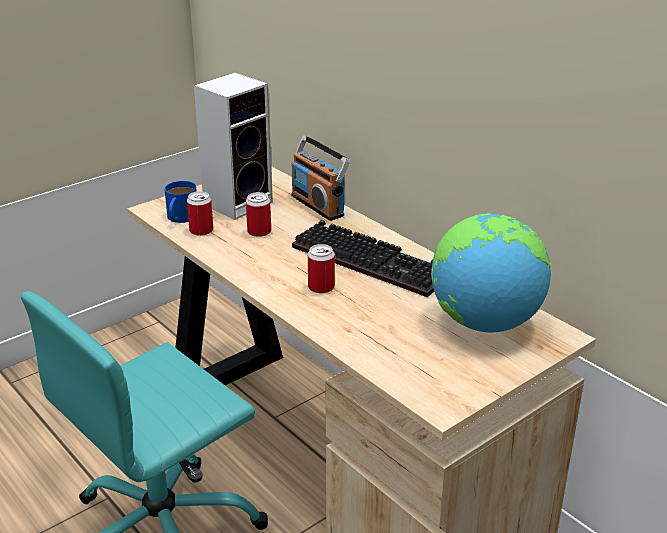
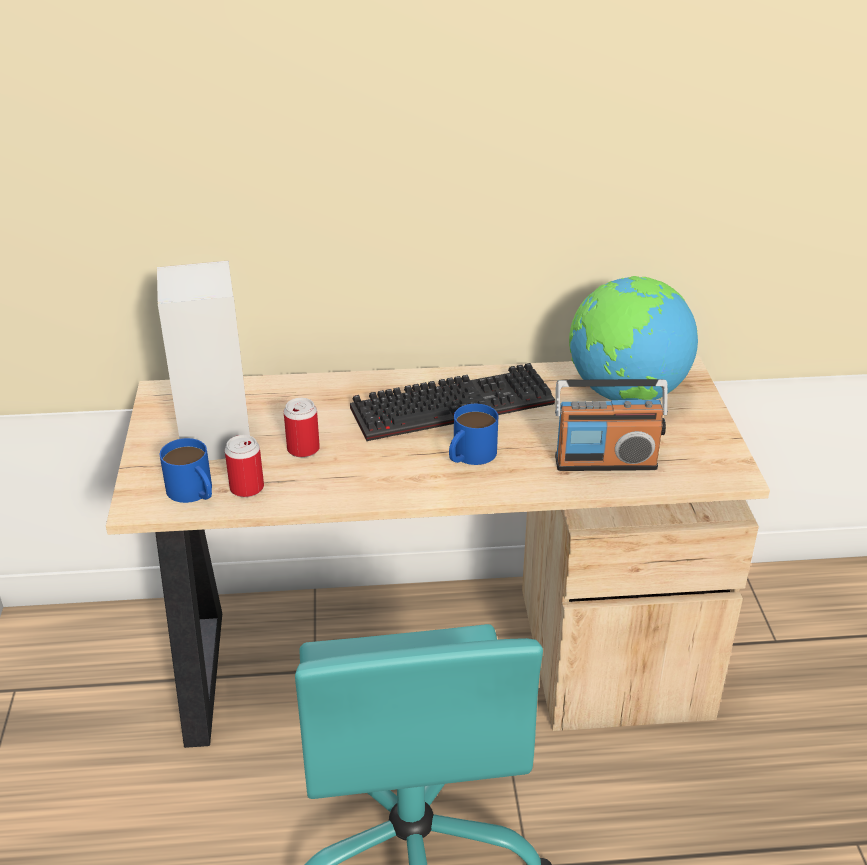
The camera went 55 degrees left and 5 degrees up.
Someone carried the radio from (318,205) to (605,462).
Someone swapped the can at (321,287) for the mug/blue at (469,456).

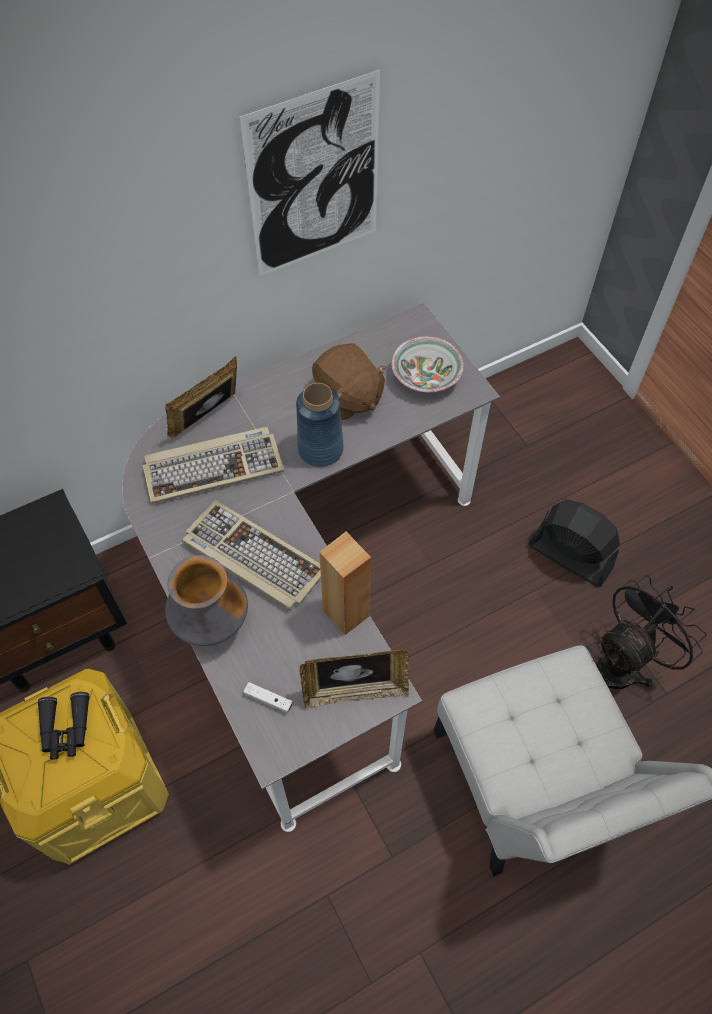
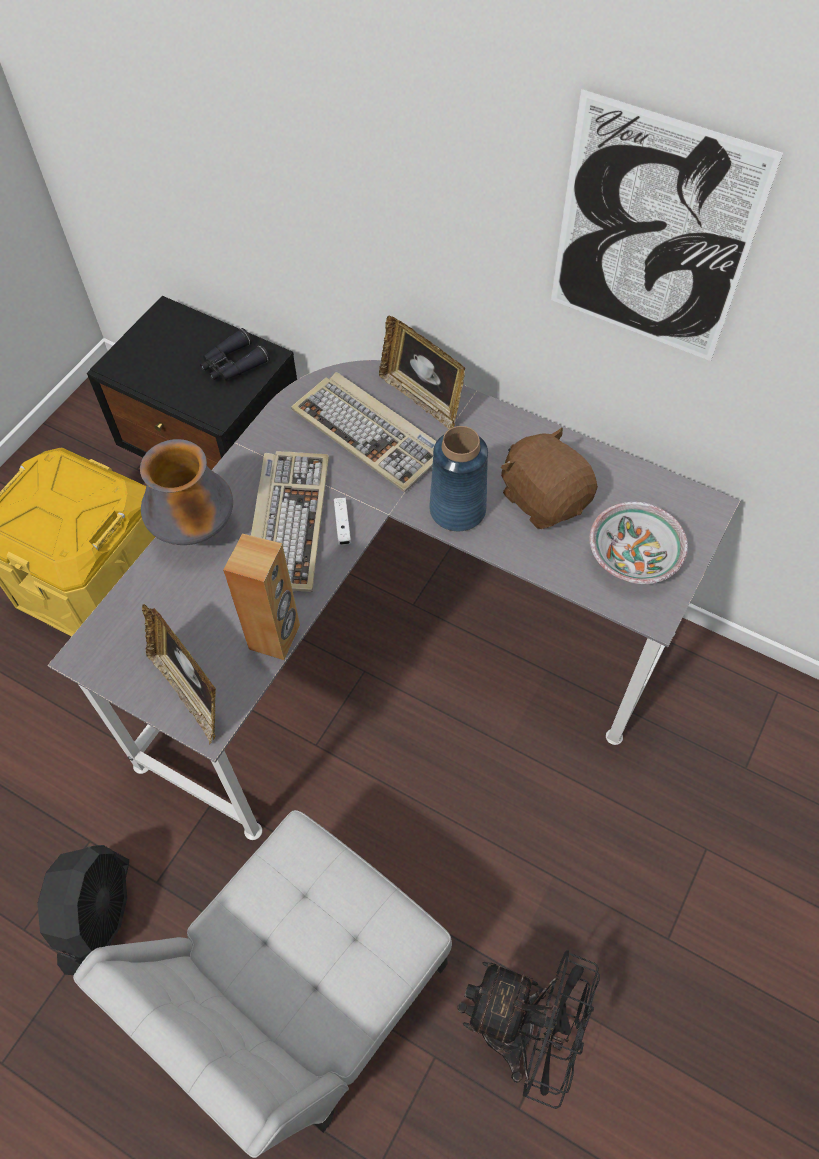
The camera went 60 degrees right and 0 degrees up.
Someone rotated the plush toy/brown at (348,397) by 120 degrees clockwise.
Someone rotated the picture frame at (208,419) by 150 degrees counterclockwise.
Someone carried the fan/black from (570,556) to (99,915).
Someone carried the game controller/white from (268,699) to (342,525).
Someone carried the binoculars/black from (66,729) to (232,365).

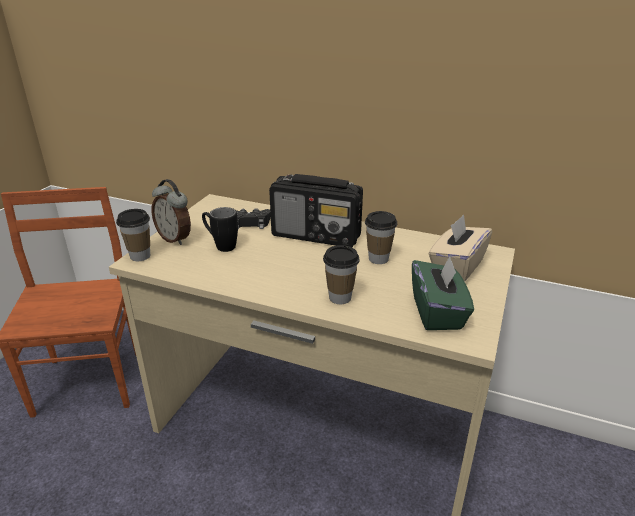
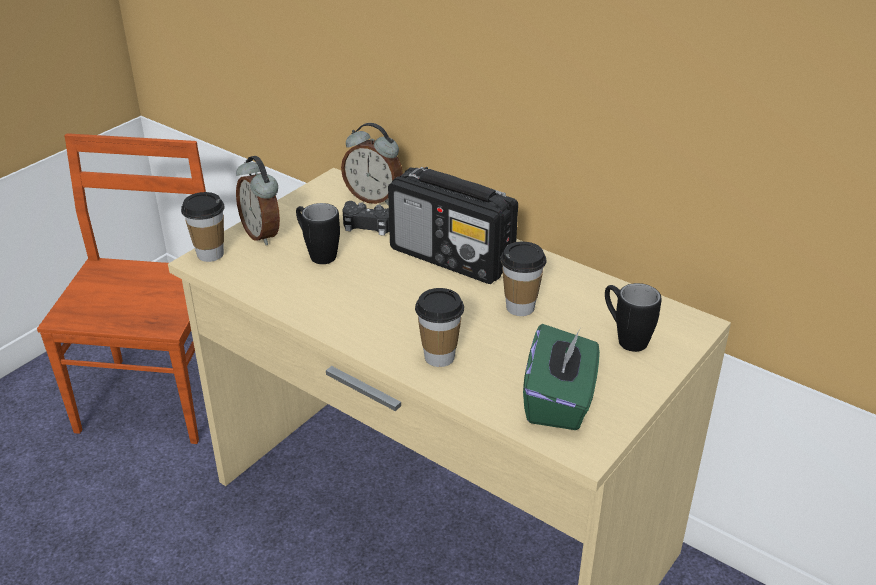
The camera went 15 degrees right and 5 degrees up.
Someone swapped the tissue box/beige at (456,267) for the mug/black at (625,338).
Someone put down the alarm clock at (374,198).

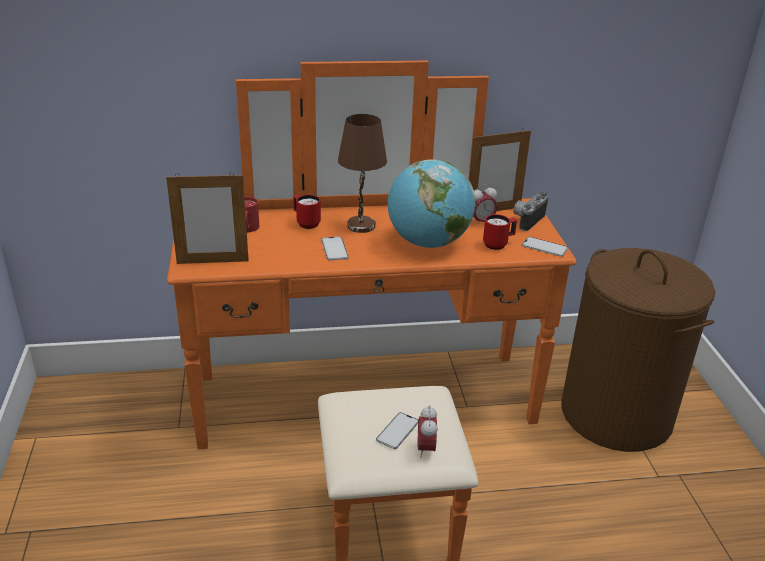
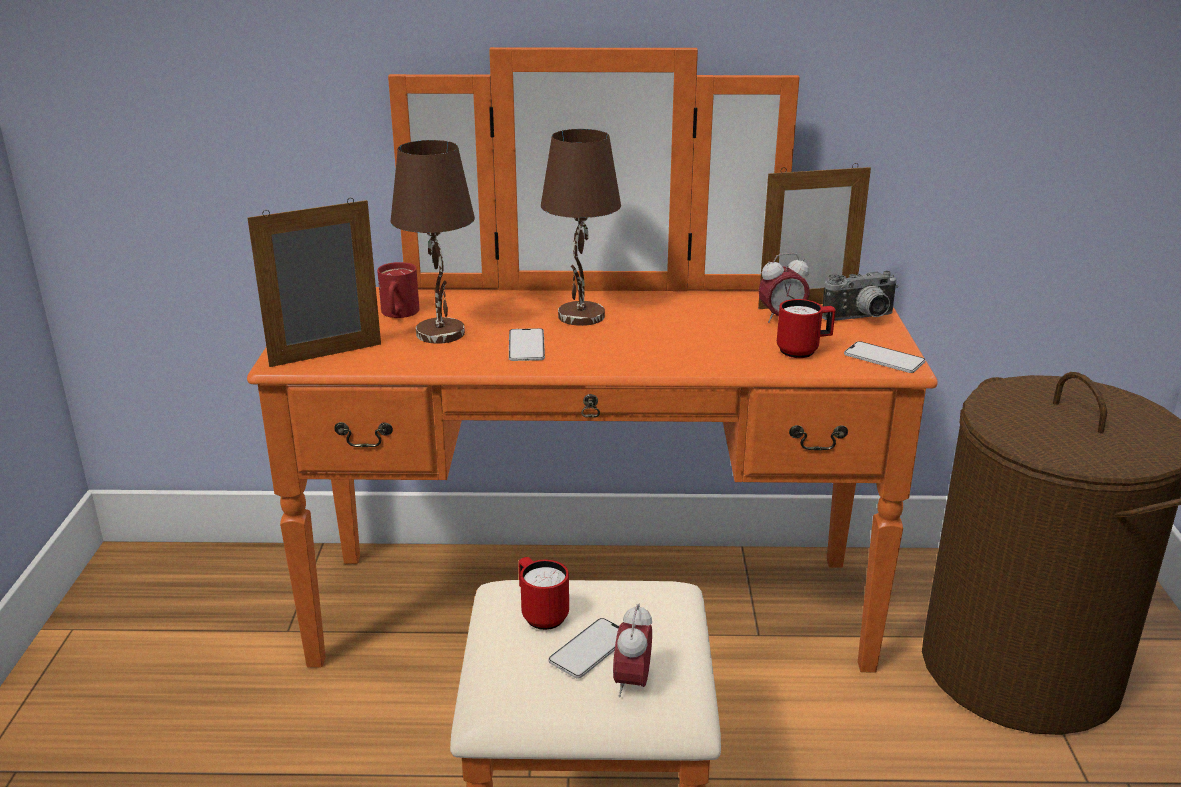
The camera went 10 degrees right and 5 degrees down.
Someone took away the globe at (428,243).
Someone rotated the picture frame at (212,262) by 150 degrees clockwise.
Someone rotated the photo camera at (527,220) by 150 degrees counterclockwise.
Someone carried the mug/red from (306,223) to (540,614).
Someone put down the table lamp/brown at (441,334).

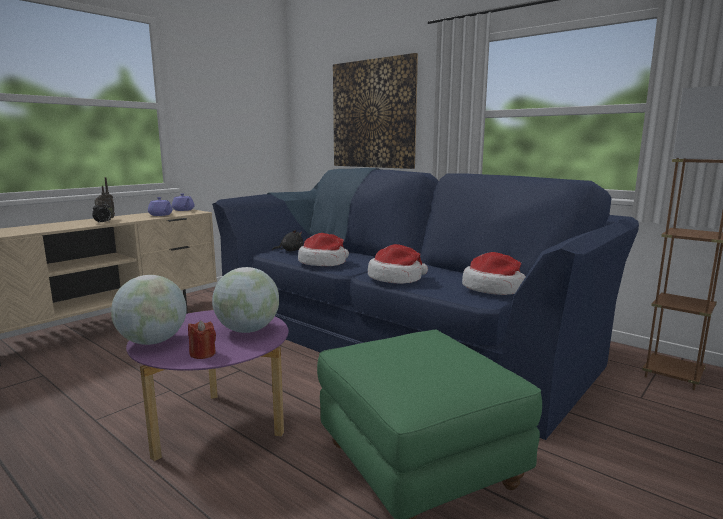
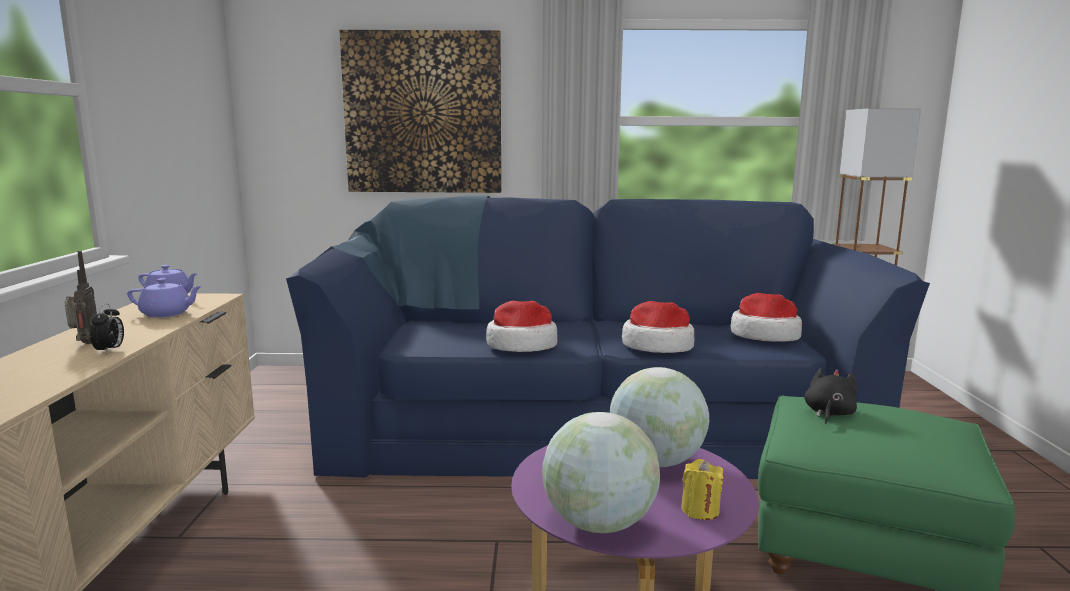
The camera went 40 degrees left and 0 degrees up.
Someone carried the plush toy/black from (290,251) to (828,413).
Someone repainted the candle/red at (203,354), which became the candle/yellow at (700,510).

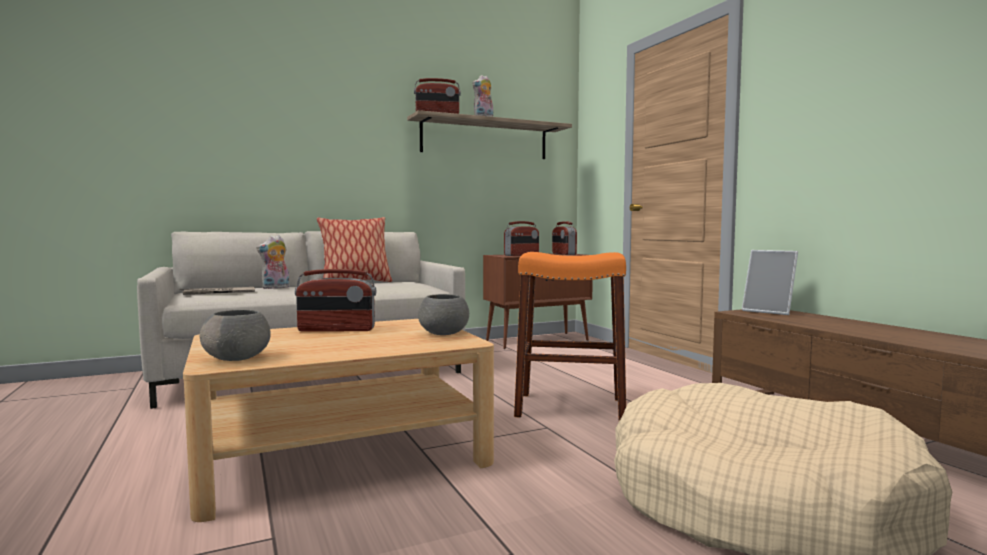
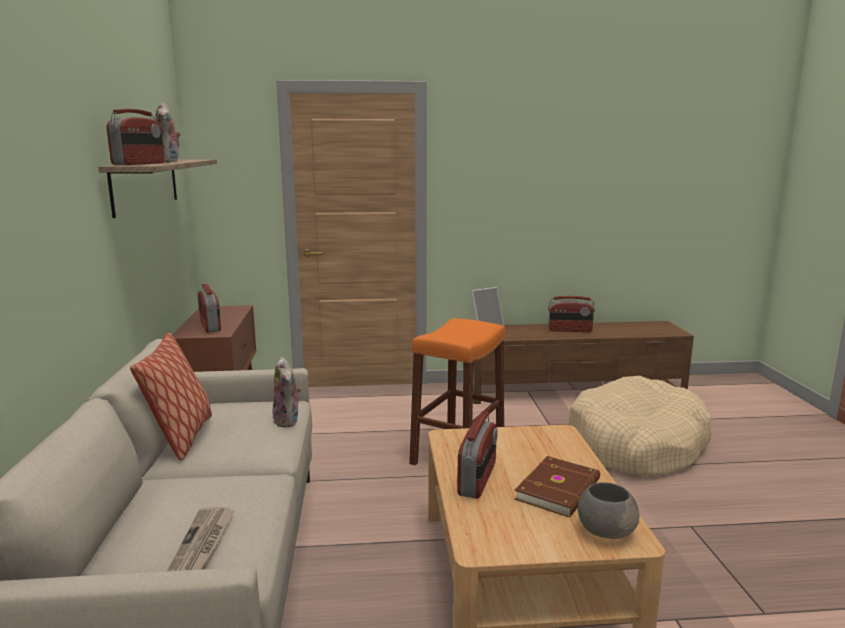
The camera went 70 degrees left and 10 degrees up.
Someone carried the radio from (563,254) to (570,330).
Someone carried the plush toy from (275,288) to (288,421).
Someone took away the bowl/grey at (444,333).
Someone put down the book/brown at (560,490).

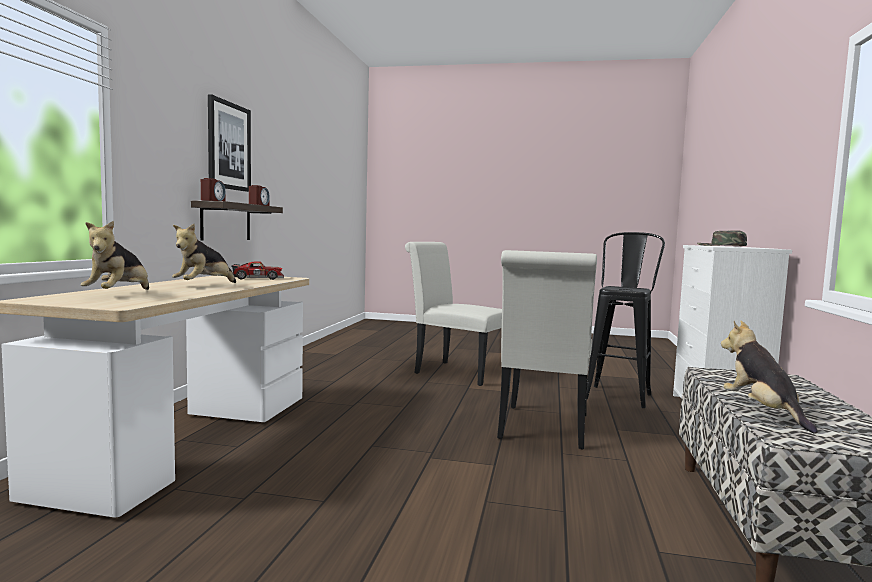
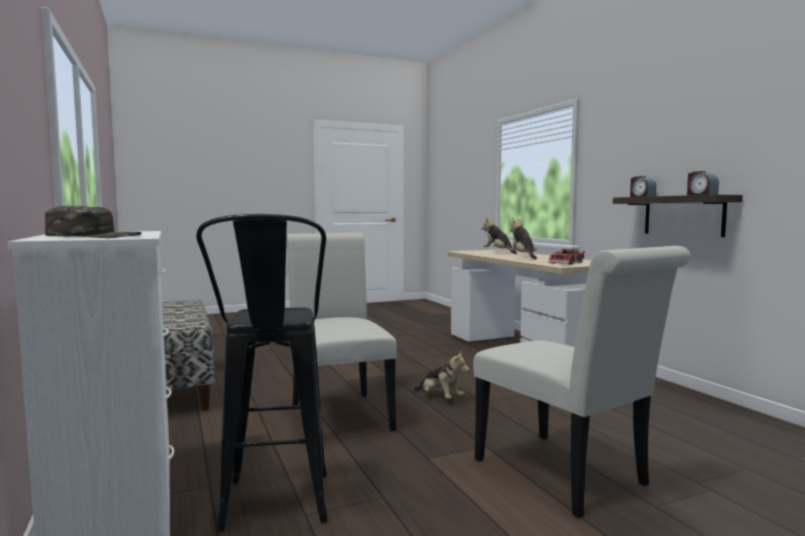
The camera went 145 degrees right and 0 degrees up.
Someone took away the picture at (228,146).
Someone rotated the chair/white at (455,372) by 60 degrees clockwise.
Someone carried the plush toy from (762,412) to (440,398).

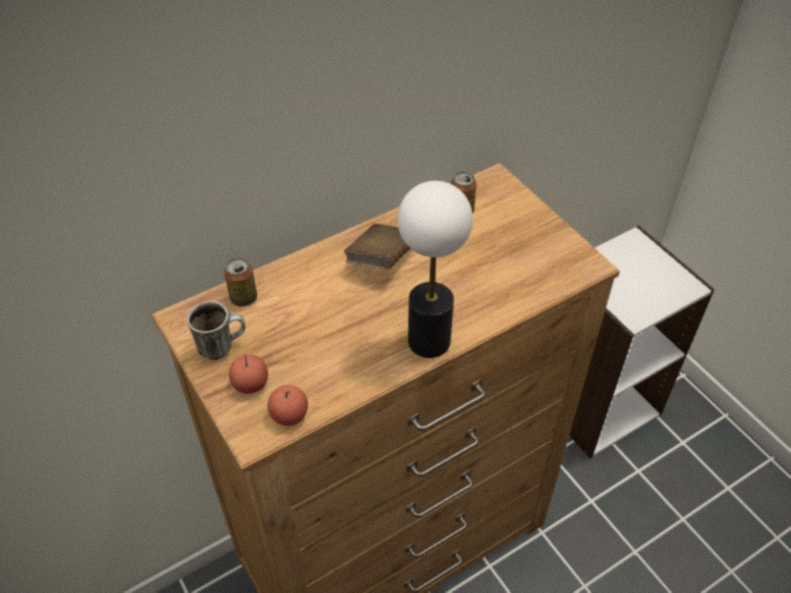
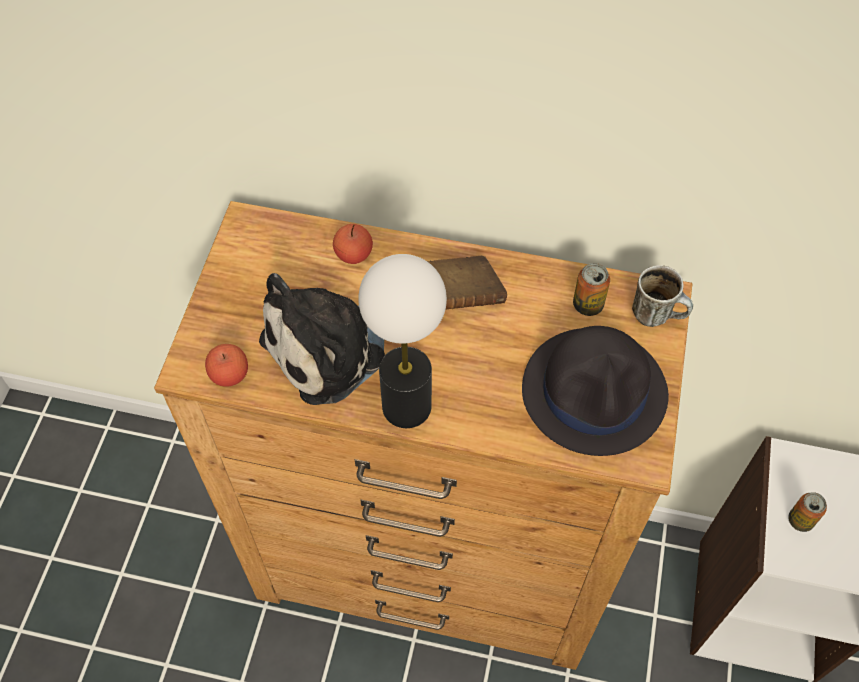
The camera went 45 degrees right and 10 degrees up.
Someone carried the can from (244,298) to (800,520).
Someone carried the mug from (222,345) to (657,315).
Someone carried the apple from (250,384) to (353,254).
Someone put down the plush toy at (330,347).
Someone put down the hat/black at (595,391).

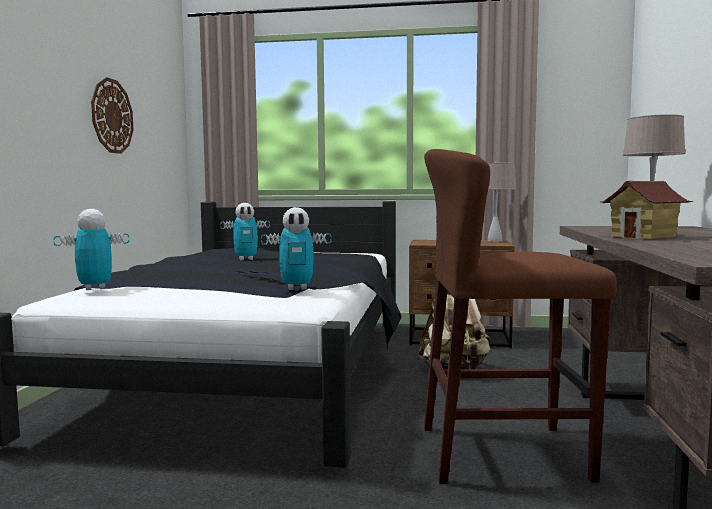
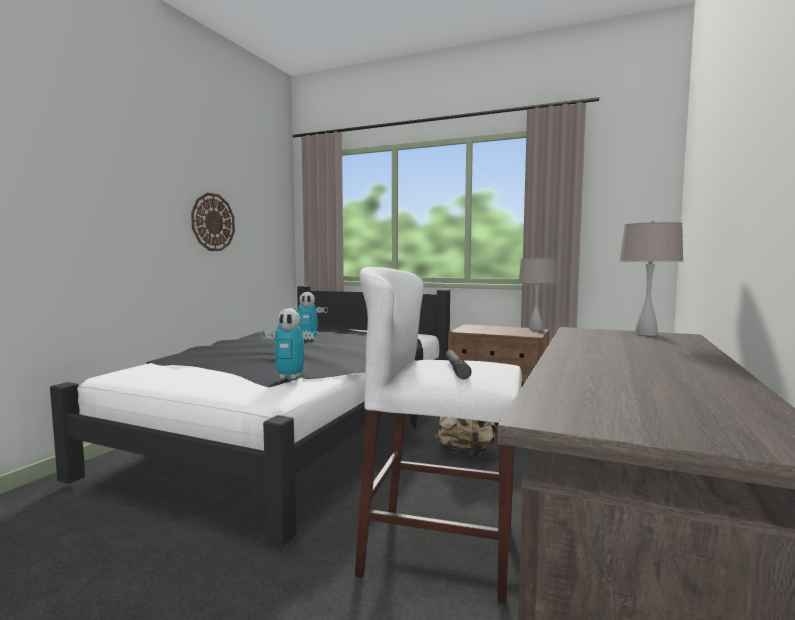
The camera went 15 degrees right and 0 degrees up.
Someone repainted the stool/brown at (503,453), which became the stool/white at (439,551).
Someone took away the toy house at (644,236).
Someone took away the toy robot at (95,288).
Someone put down the flashlight at (456,369).

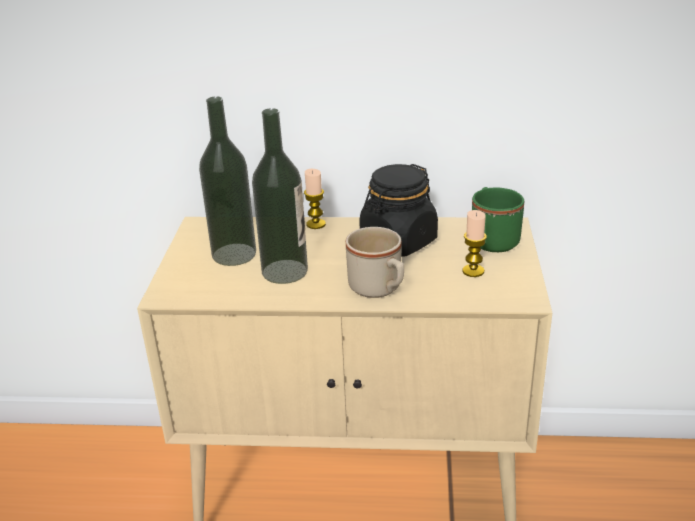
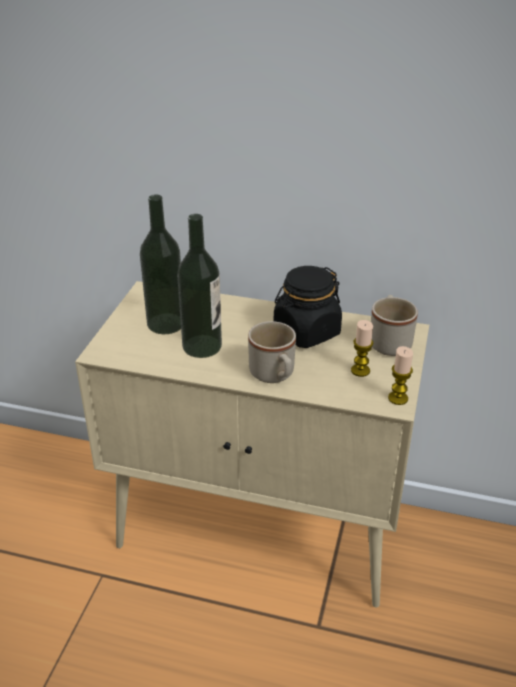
The camera went 10 degrees right and 5 degrees up.
Someone carried the candle from (316,224) to (398,398).
Someone repainted the mug/green at (492,238), which became the mug/beige at (389,341).

